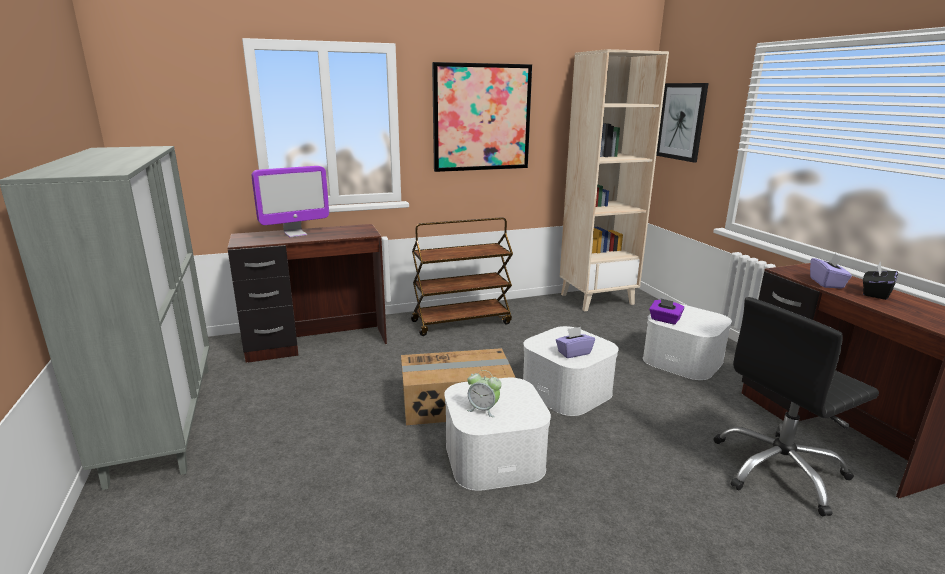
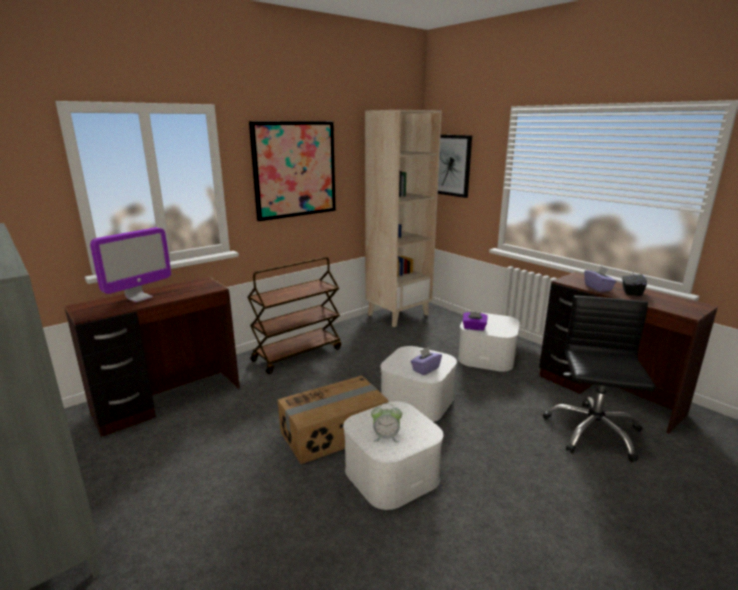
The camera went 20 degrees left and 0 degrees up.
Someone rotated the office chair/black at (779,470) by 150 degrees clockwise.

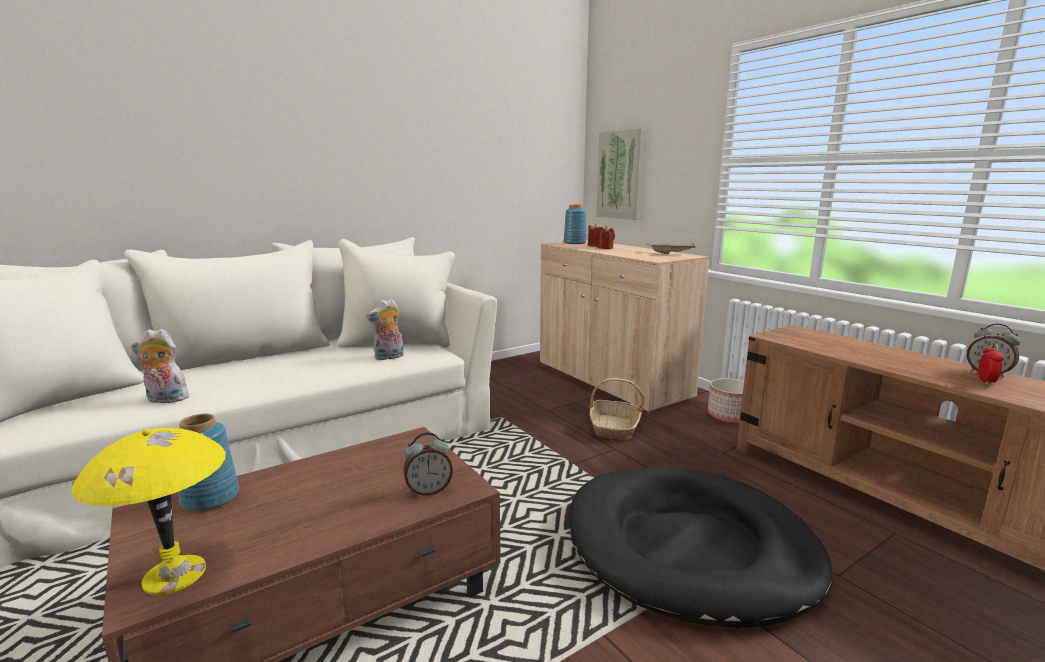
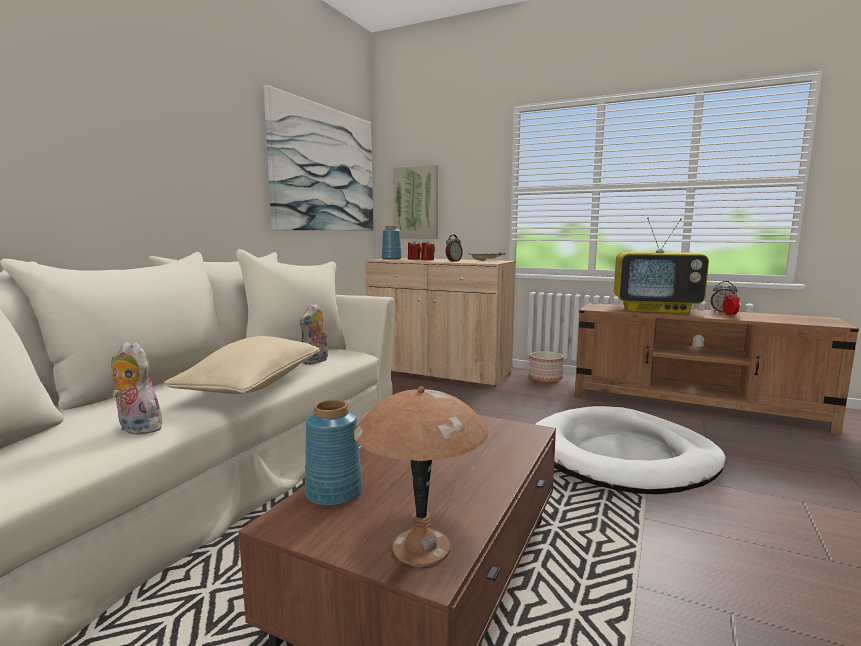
The camera went 30 degrees left and 5 degrees down.
Someone rotated the plush toy at (165,400) by 60 degrees clockwise.
Someone took away the basket at (614,427).
Someone repainted the table lamp/yellow at (175,575), which became the table lamp/brown at (422,547).
Someone carried the alarm clock from (428,491) to (453,261).
Someone repainted the dog bed/black at (690,548), which became the dog bed/white at (623,456).
Someone put up the picture at (325,169).
Someone put down the television at (656,310).
Someone put down the pillow/beige at (253,386).

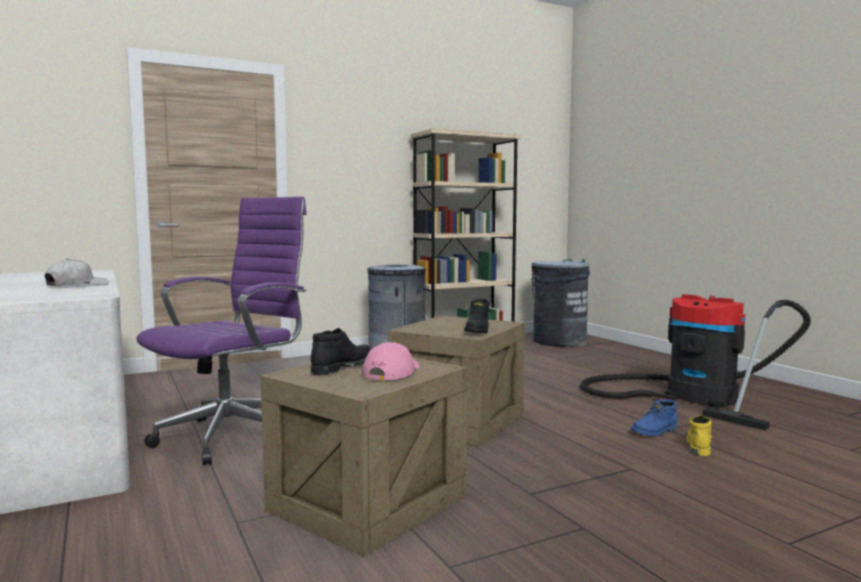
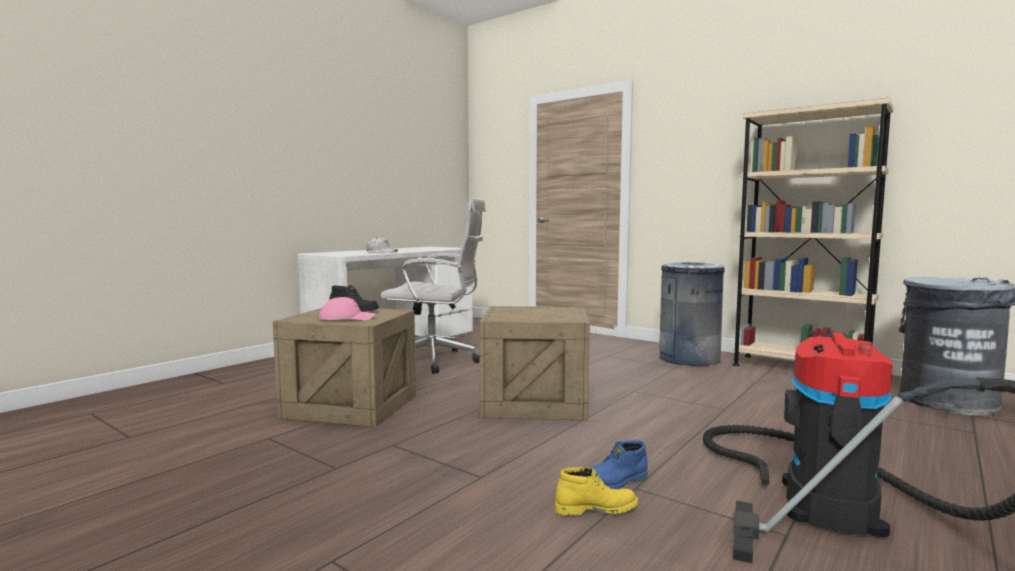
The camera went 65 degrees right and 0 degrees up.
Someone repainted the office chair/purple at (233,435), which became the office chair/white at (437,361).
Someone took away the boot/black at (478,331).
Someone rotated the boot/blue at (655,432) by 60 degrees counterclockwise.

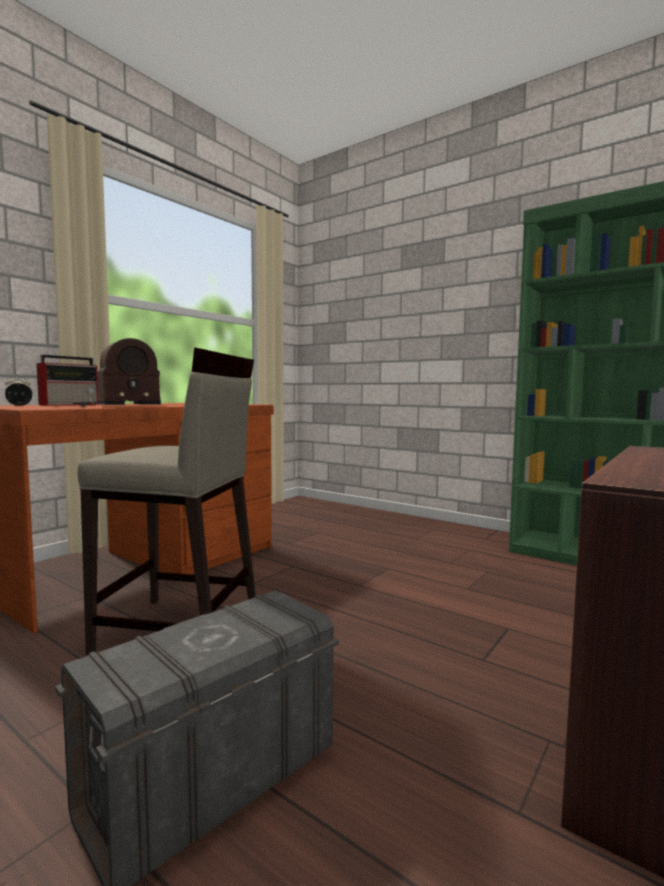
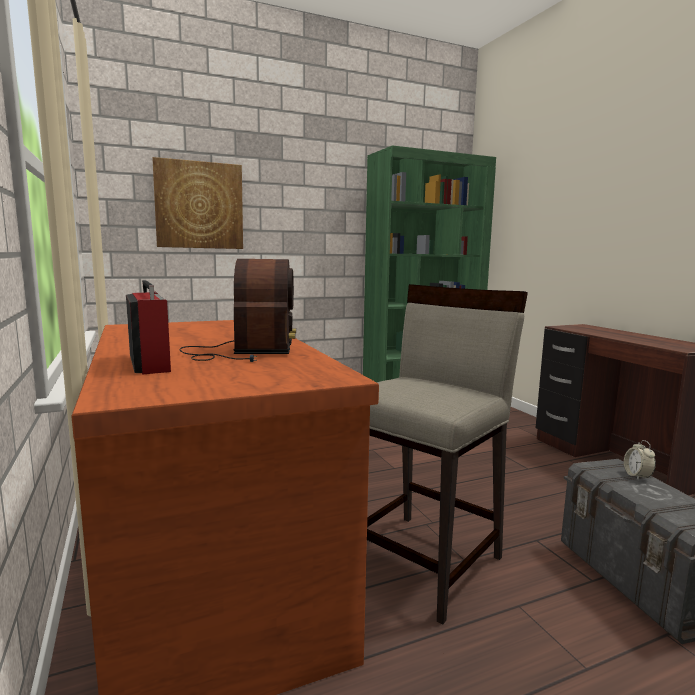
The camera went 60 degrees left and 5 degrees up.
Someone carried the alarm clock from (19,405) to (637,476).
Someone put up the picture at (199,205).

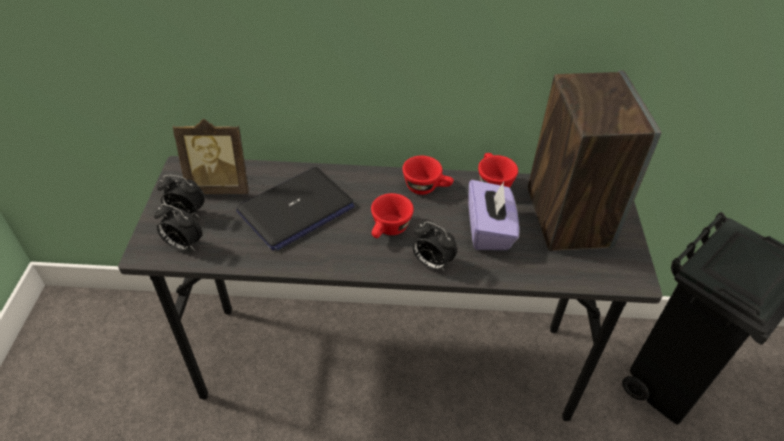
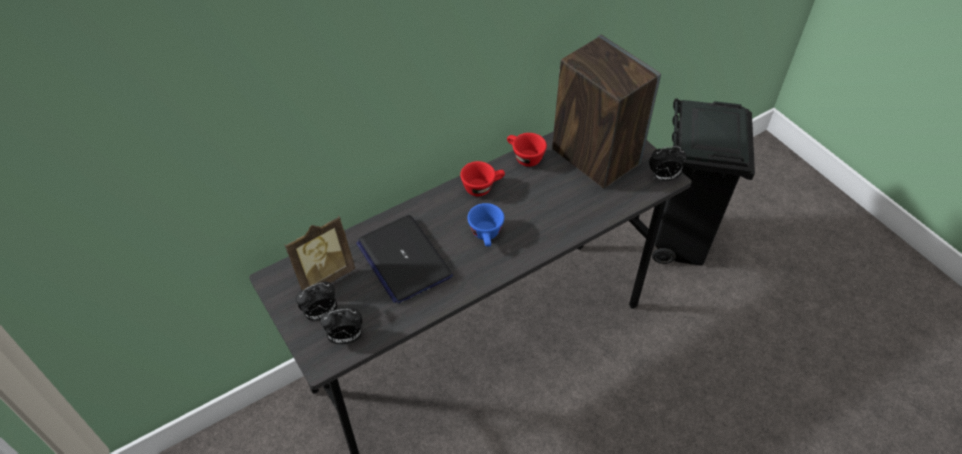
The camera went 35 degrees left and 5 degrees up.
Someone rotated the laptop at (296,210) by 135 degrees clockwise.
Someone took away the tissue box/purple at (489,230).
Someone repainted the cup/red at (389,230), which became the cup/blue at (486,235).
Someone carried the alarm clock from (431,263) to (663,177).

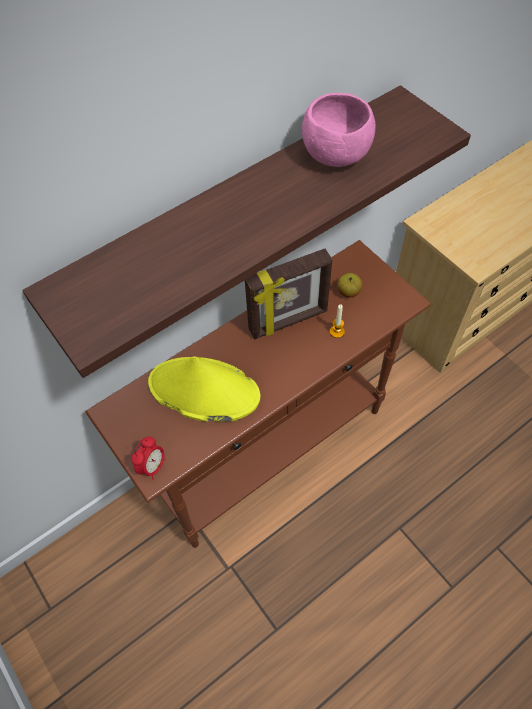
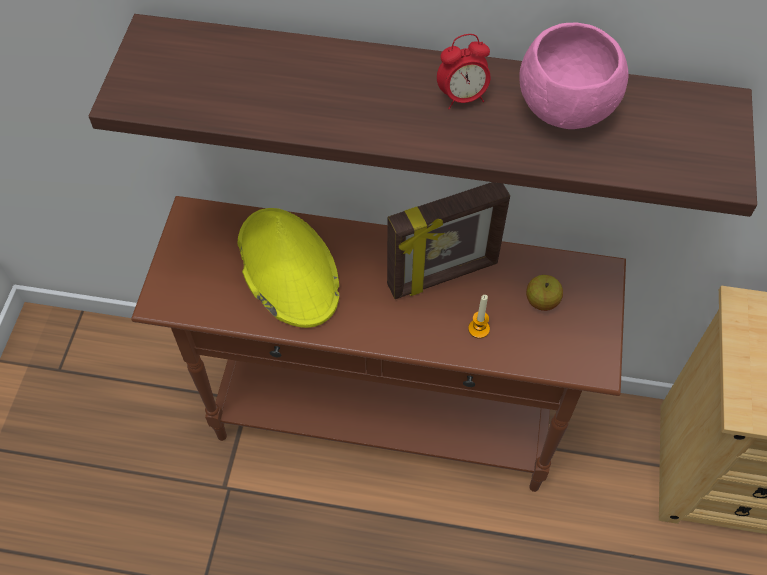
The camera went 45 degrees right and 0 degrees up.
Someone rotated the picture frame at (288,321) by 45 degrees counterclockwise.
Someone carried the alarm clock from (152,466) to (462,97).

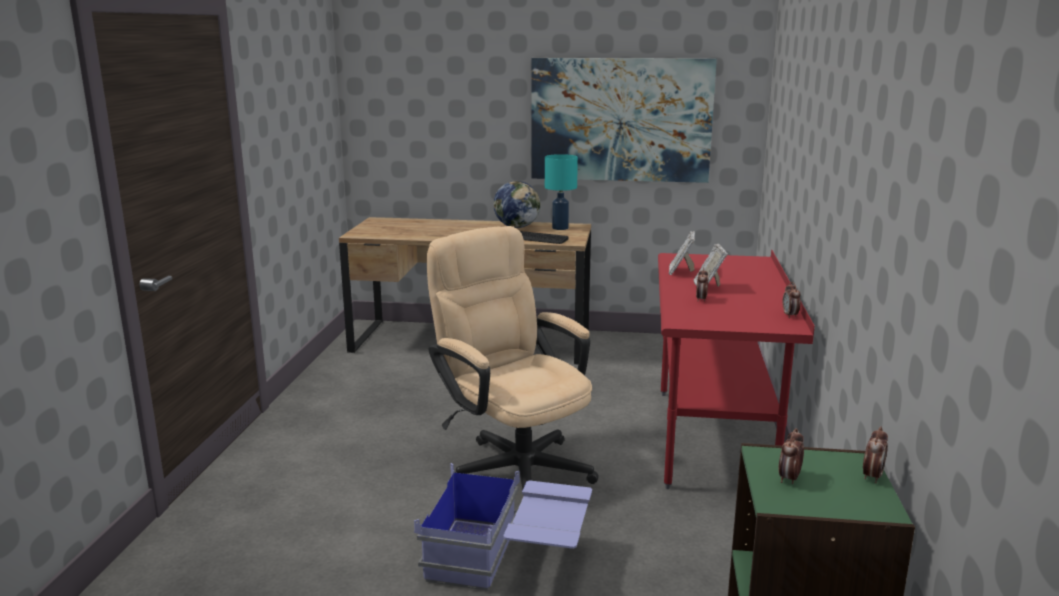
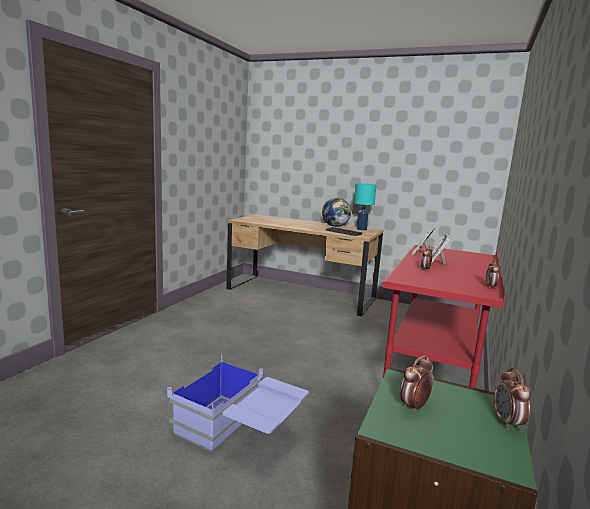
The camera went 15 degrees right and 5 degrees down.
Someone took away the picture at (620,120).
Someone took away the office chair/beige at (514,464).
Someone rotated the alarm clock at (872,476) by 135 degrees clockwise.

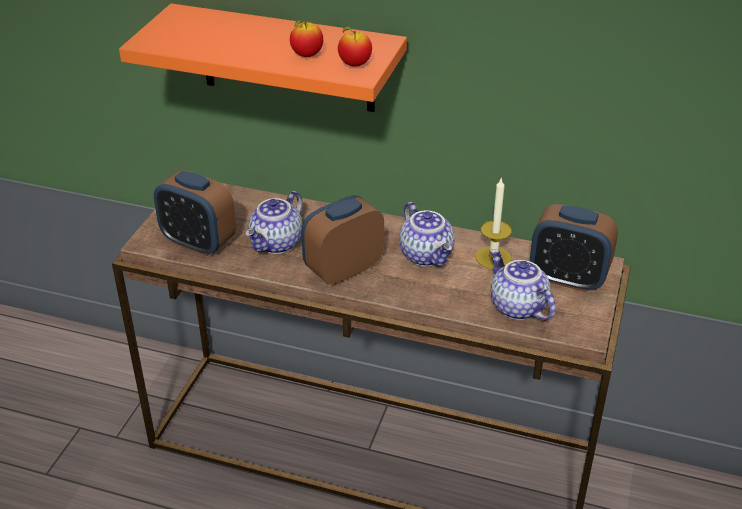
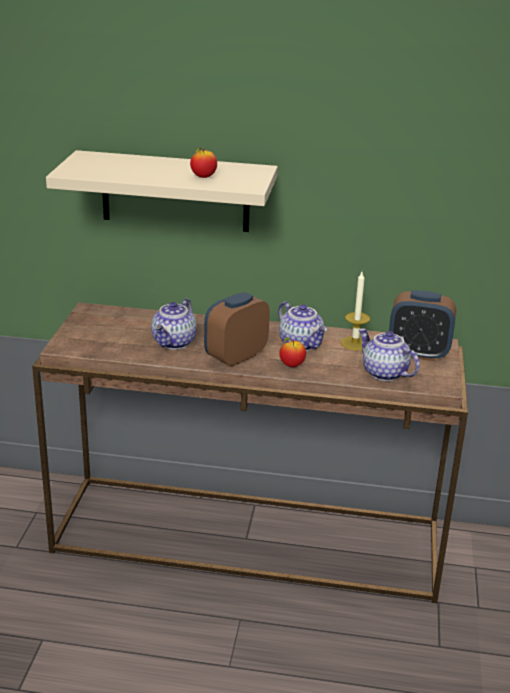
The camera went 10 degrees left and 10 degrees down.
Someone repainted the shelf/orange at (287,59), which became the shelf/beige at (175,191).
Someone carried the apple from (355,64) to (292,365).
Someone took away the alarm clock at (198,242).

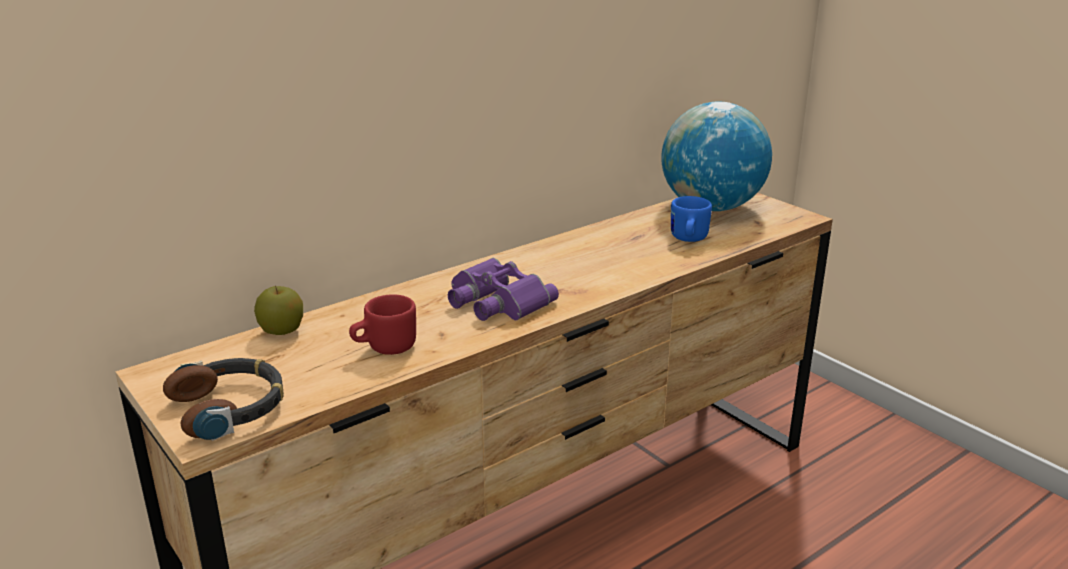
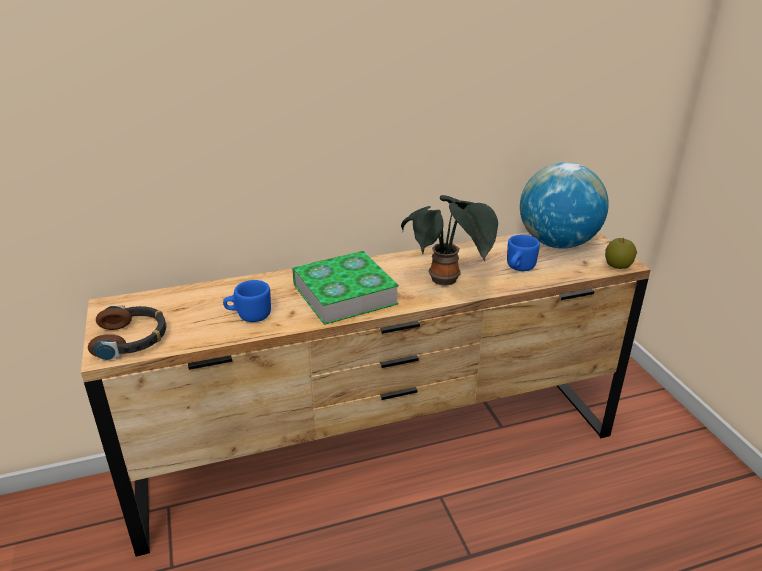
The camera went 20 degrees right and 5 degrees up.
Someone swapped the binoculars/purple at (495,301) for the book at (344,294).
Someone carried the apple from (282,331) to (617,266).
Someone repainted the mug/red at (384,348), which became the mug/blue at (249,316).
Someone put down the potted plant at (446,281).

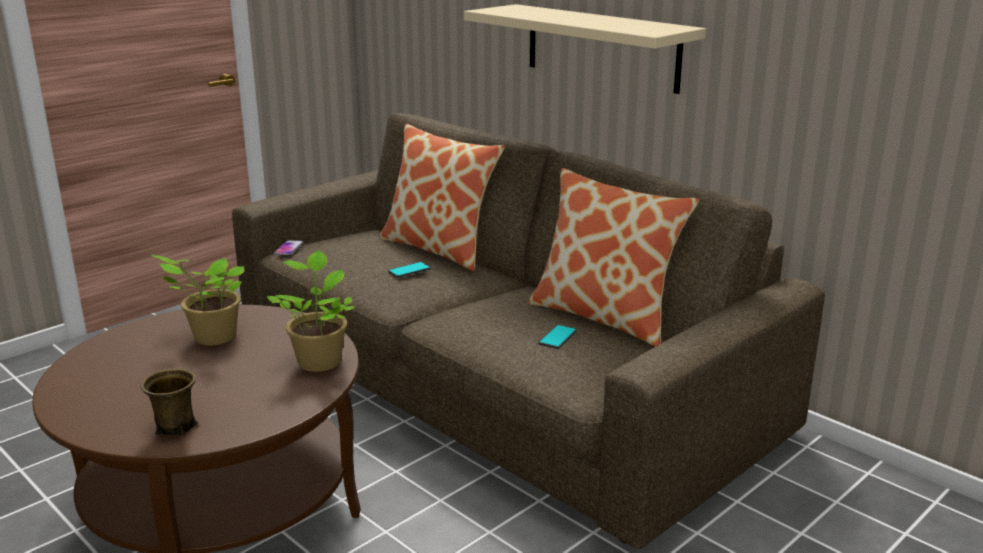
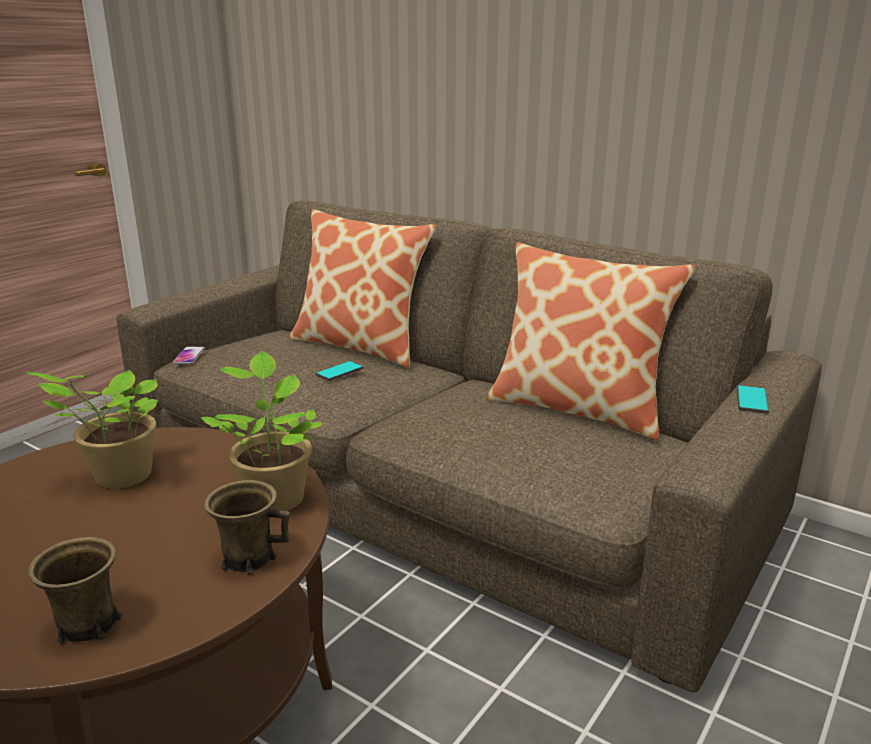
The camera went 10 degrees left and 0 degrees up.
Someone took away the shelf/beige at (601,47).
Someone carried the phone from (557,337) to (752,400).
Someone put down the mug/brown at (248,557).

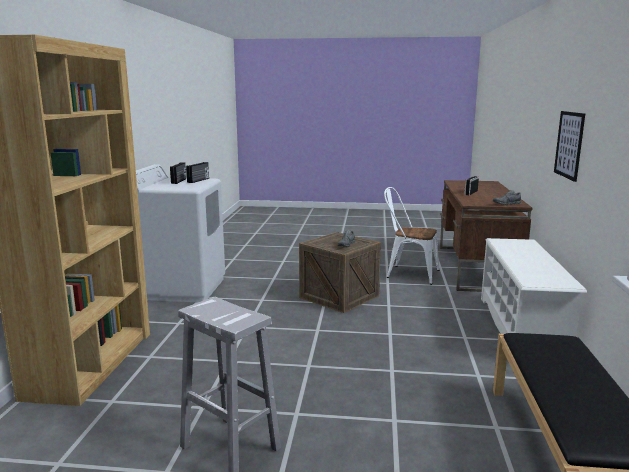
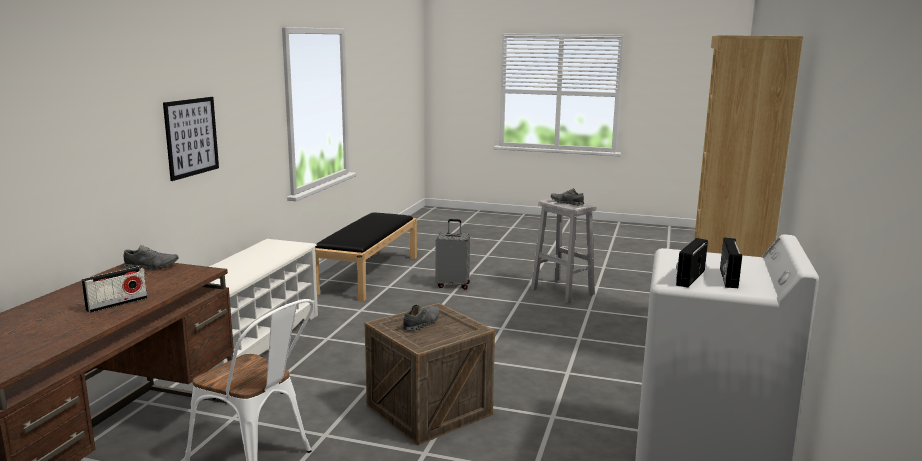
The camera went 170 degrees left and 0 degrees up.
Someone put down the shoe/grey at (567,203).
Someone put down the suitcase/grey at (453,285).

